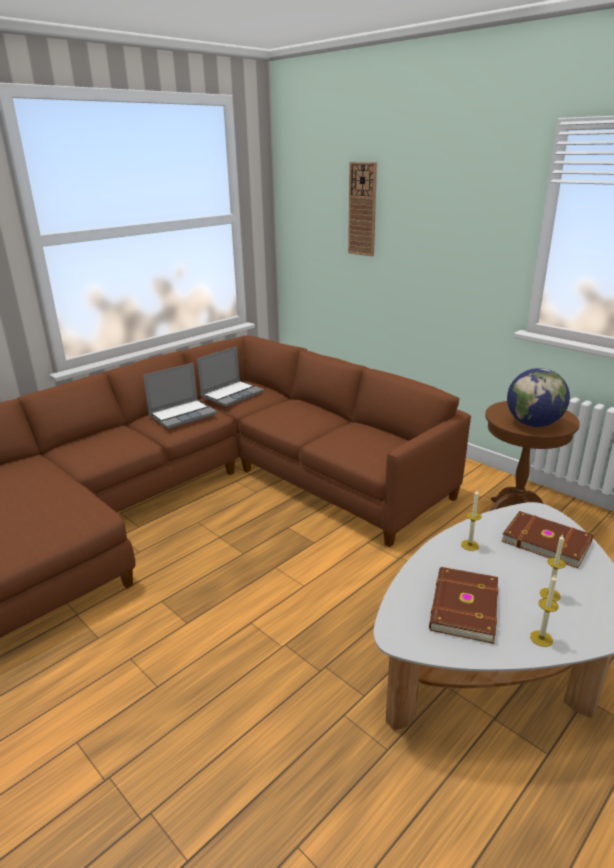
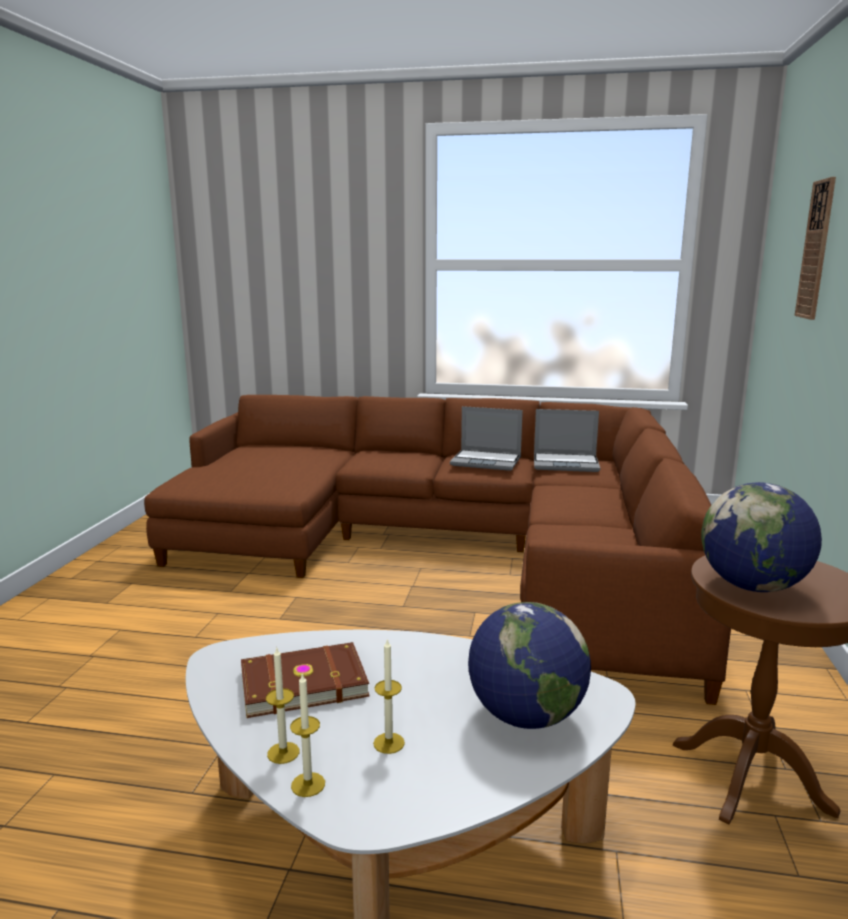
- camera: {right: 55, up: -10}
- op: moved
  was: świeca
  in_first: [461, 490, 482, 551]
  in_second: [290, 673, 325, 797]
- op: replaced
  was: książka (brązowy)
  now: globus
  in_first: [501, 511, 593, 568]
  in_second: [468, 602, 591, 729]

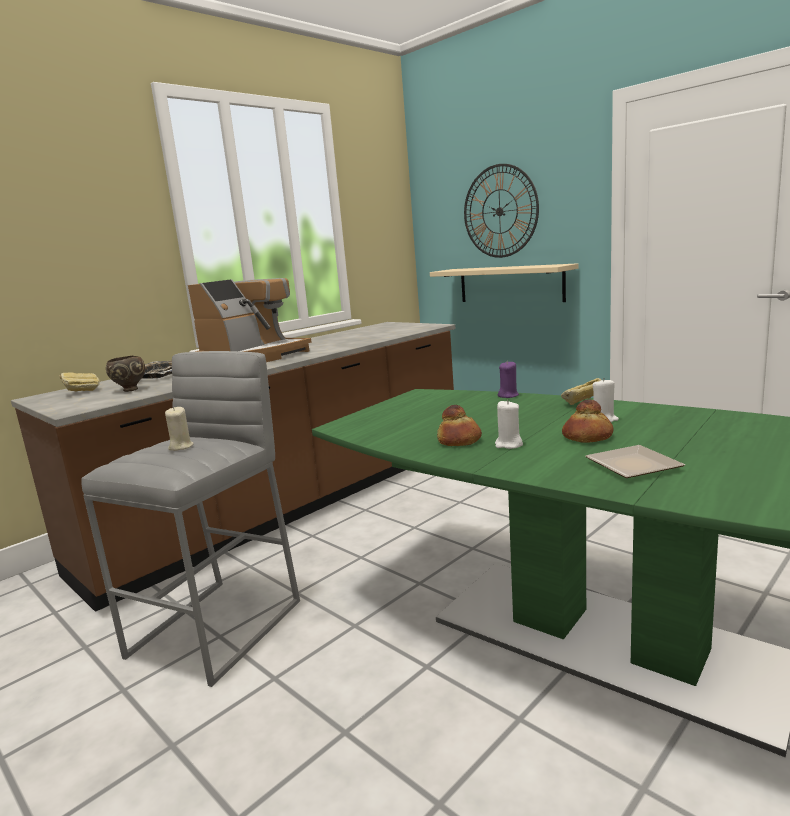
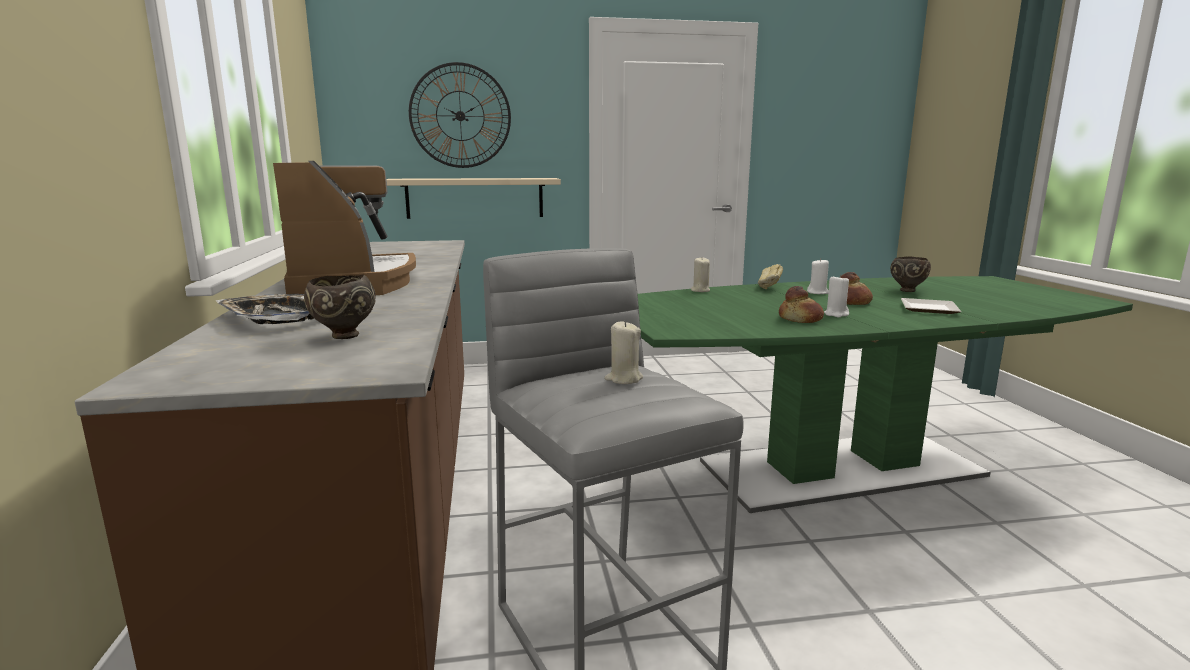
- camera: {right: -55, up: 0}
- op: removed
  was: chleb
  in_first: [59, 372, 100, 392]
- op: added
  now: miska (brązowy)
  in_second: [890, 256, 931, 292]
- op: recoloured
  was: świeca (fioletowy)
  now: świeca (beżowy)
  in_first: [498, 361, 519, 398]
  in_second: [691, 258, 710, 292]

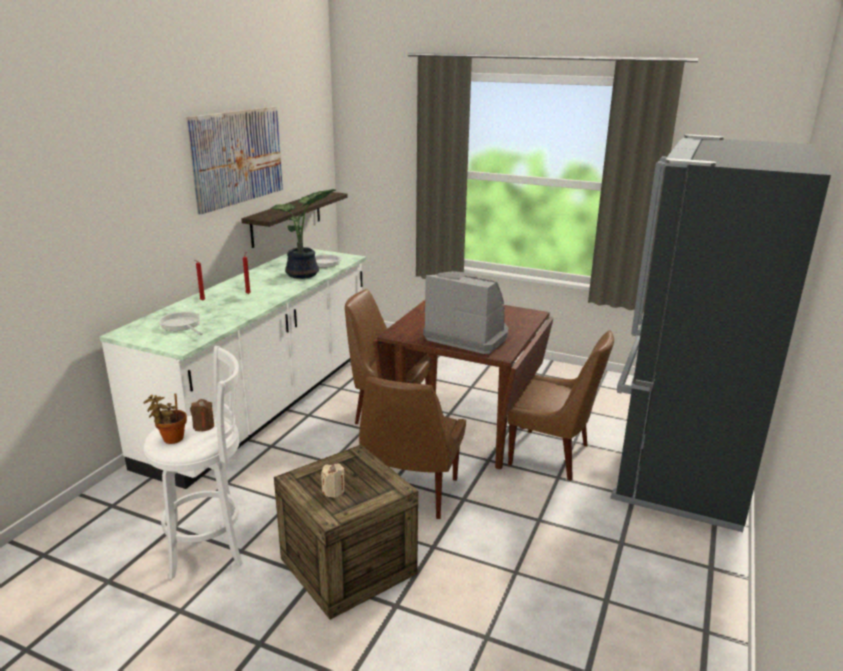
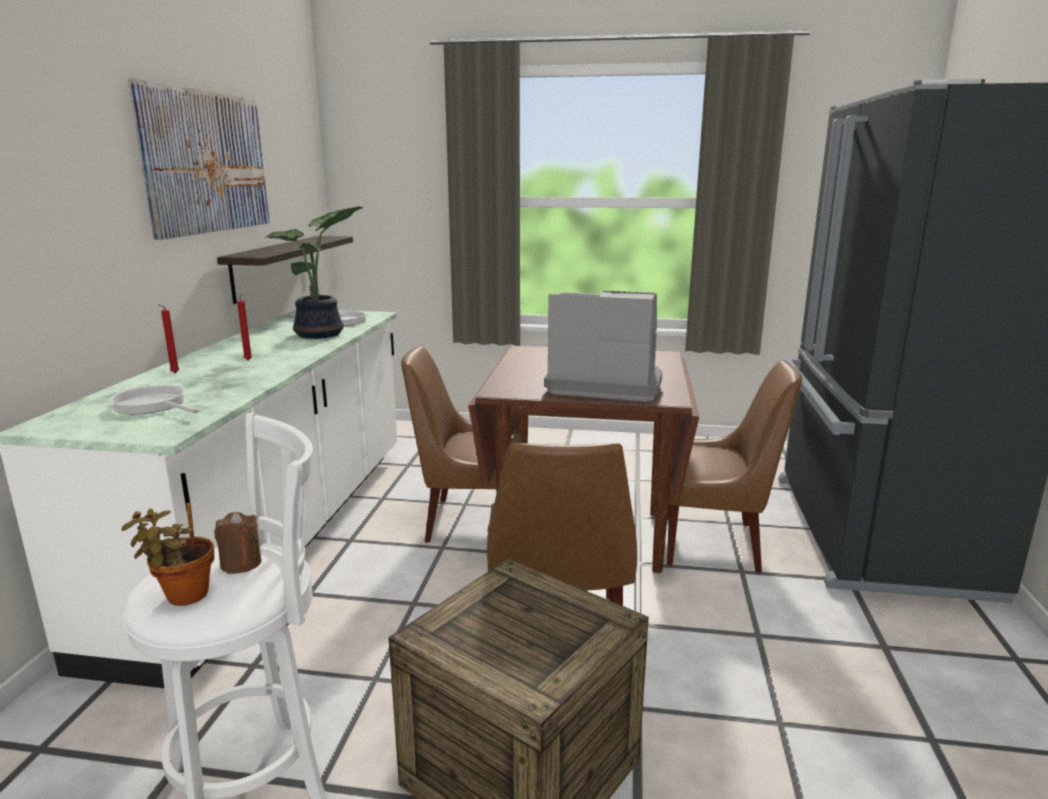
- camera: {right: -15, up: -5}
- op: removed
  was: świeca (beżowy)
  in_first: [321, 463, 345, 498]

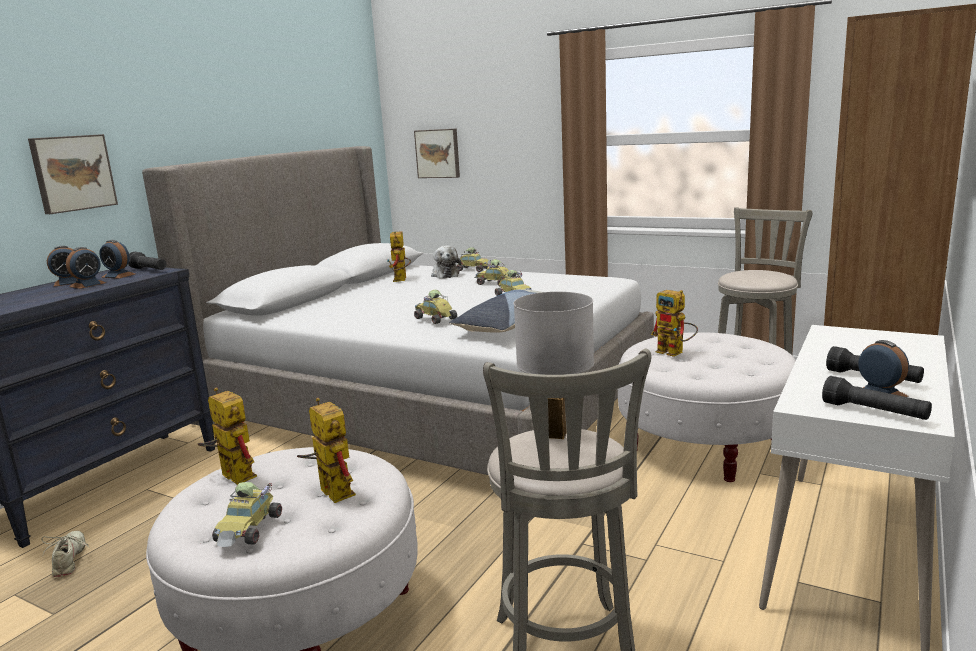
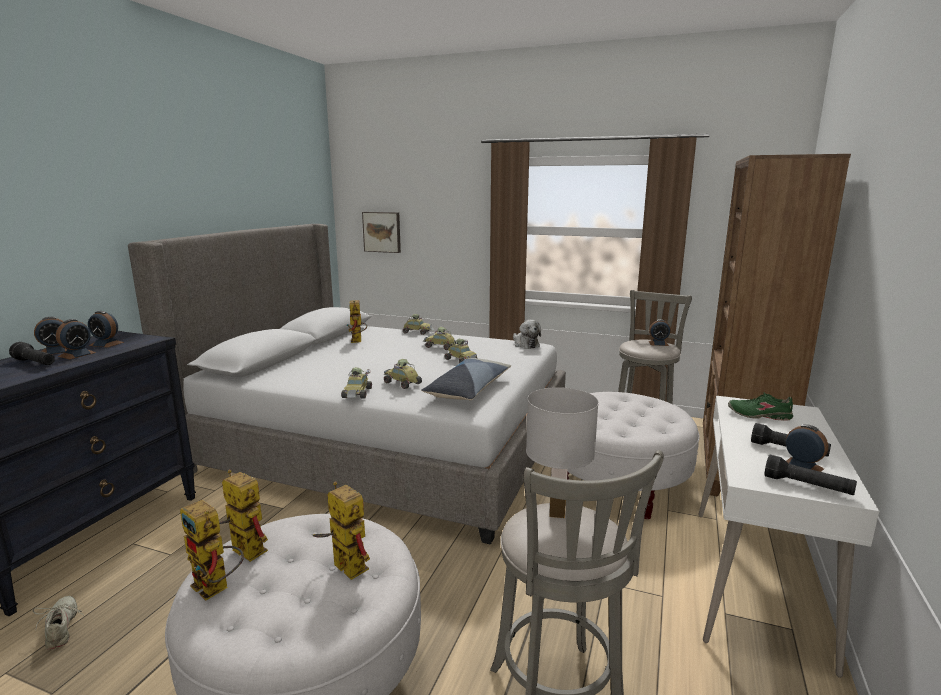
- camera: {right: -10, up: 0}
- op: removed
  was: obraz
  in_first: [28, 134, 118, 214]
- op: added
  now: budzik
  in_second: [649, 319, 671, 346]
- op: added
  now: but (zielony)
  in_second: [728, 393, 793, 421]
- op: moved
  was: latarka (czarny)
  in_first: [128, 252, 167, 270]
  in_second: [9, 342, 55, 365]
- op: moved
  was: samochodzik
  in_first: [212, 482, 282, 547]
  in_second: [341, 367, 372, 398]
- op: moved
  was: pluszak
  in_first: [431, 245, 461, 279]
  in_second: [513, 320, 541, 349]
- op: moved
  was: robot zabawkowy
  in_first: [651, 290, 698, 357]
  in_second: [180, 500, 244, 600]

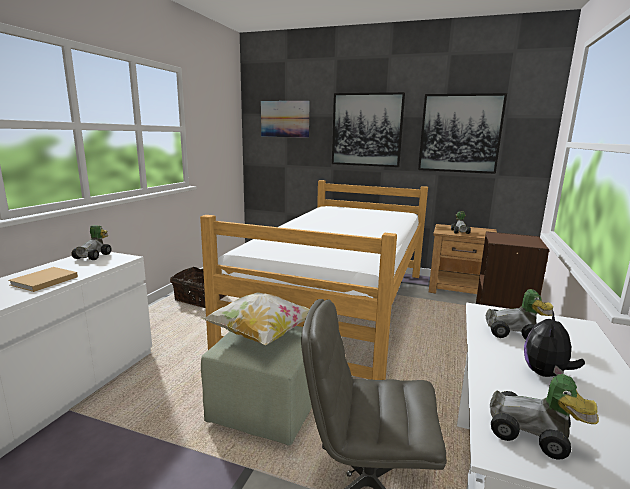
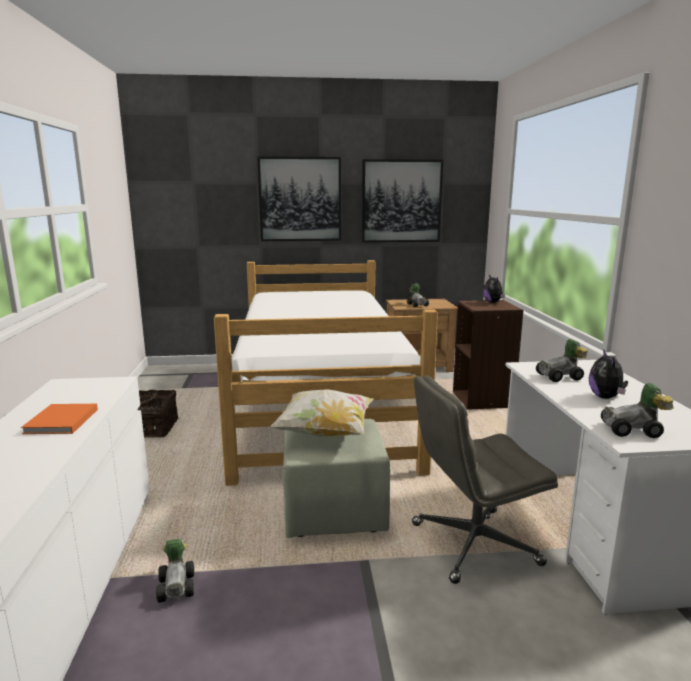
- camera: {right: -25, up: 0}
- op: removed
  was: obraz
  in_first: [261, 101, 310, 138]
- op: added
  now: pluszak
  in_second: [483, 275, 505, 303]
- op: moved
  was: samochodzik
  in_first: [72, 225, 111, 260]
  in_second: [156, 539, 194, 603]
- op: recoloured
  was: książka (beżowy)
  now: książka (pomarańczowy)
  in_first: [8, 267, 78, 292]
  in_second: [21, 404, 98, 434]

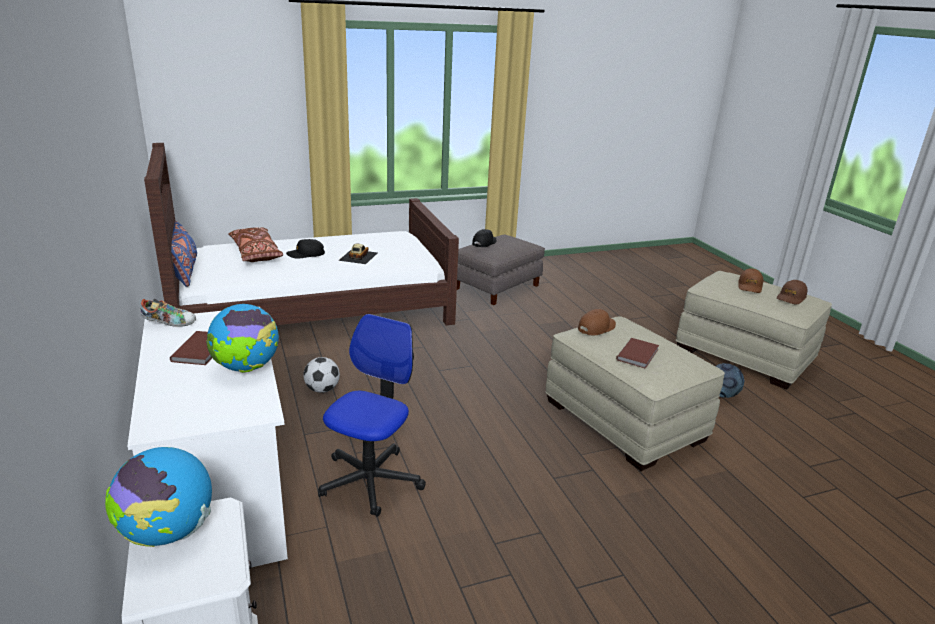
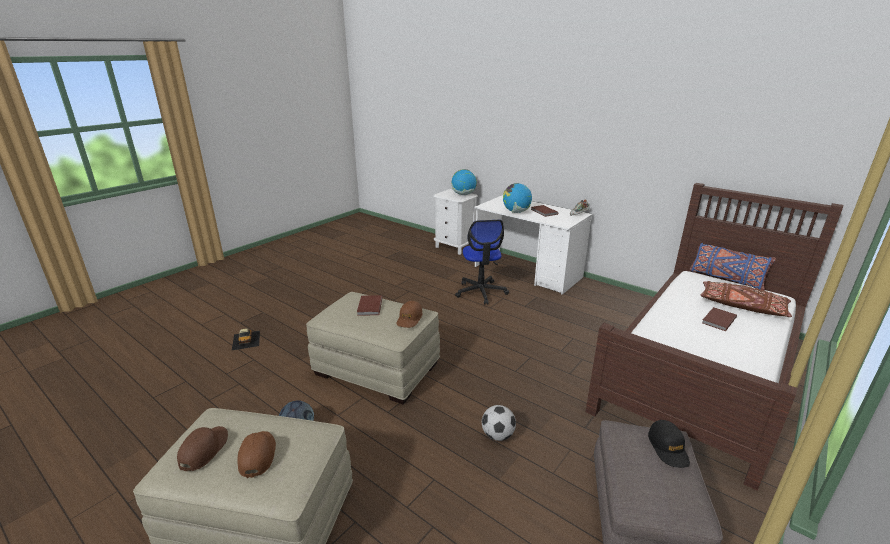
- camera: {right: 150, up: 0}
- op: moved
  was: piłka futbolowa
  in_first: [303, 357, 340, 393]
  in_second: [482, 405, 516, 441]
- op: moved
  was: samochodzik
  in_first: [338, 244, 377, 264]
  in_second: [232, 328, 260, 350]
- op: replaced
  was: czapka z daszkiem (czarny)
  now: książka (brązowy)
  in_first: [286, 239, 325, 259]
  in_second: [702, 307, 737, 331]

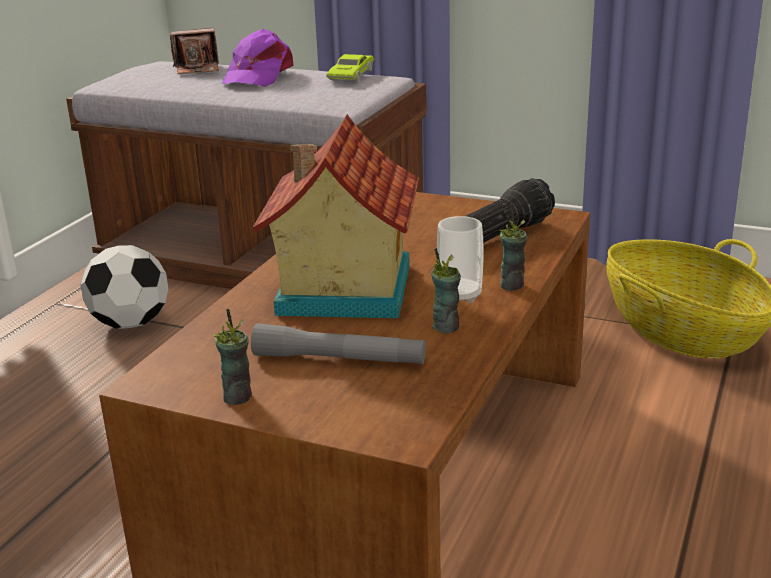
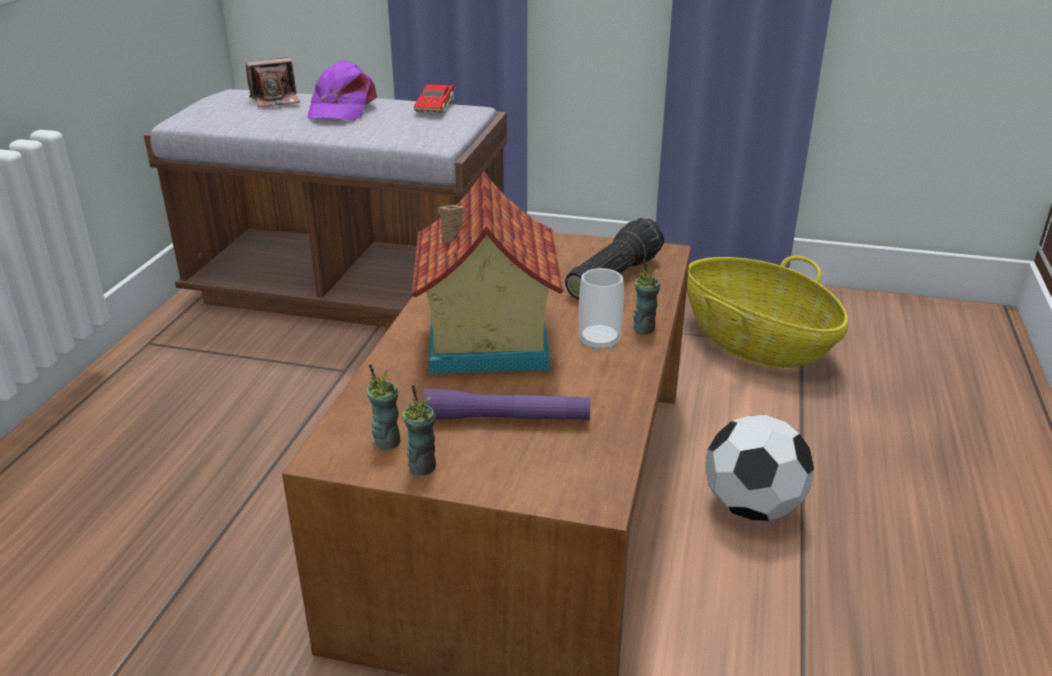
- camera: {right: -10, up: 5}
- op: moved
  was: piłka futbolowa
  in_first: [81, 245, 168, 329]
  in_second: [706, 415, 814, 521]
- op: moved
  was: filiżanka
  in_first: [431, 248, 461, 333]
  in_second: [367, 364, 400, 450]
- op: recoloured
  was: latarka (szary)
  now: latarka (fioletowy)
  in_first: [251, 323, 426, 364]
  in_second: [423, 388, 590, 420]
- op: recoloured
  was: samochodzik (zielony)
  now: samochodzik (czerwony)
  in_first: [326, 54, 374, 81]
  in_second: [413, 84, 455, 113]

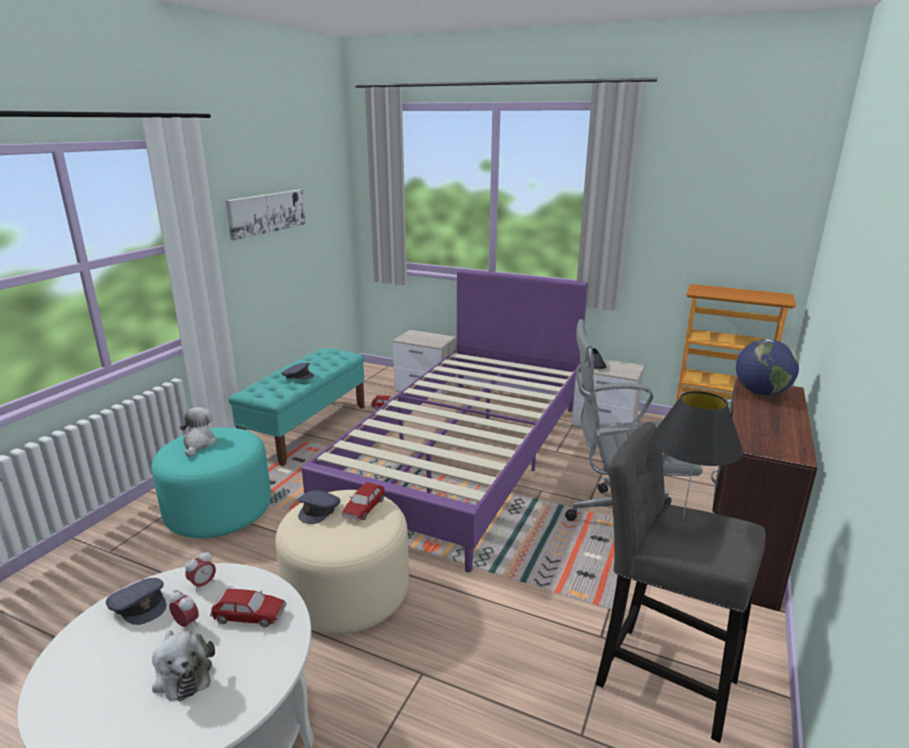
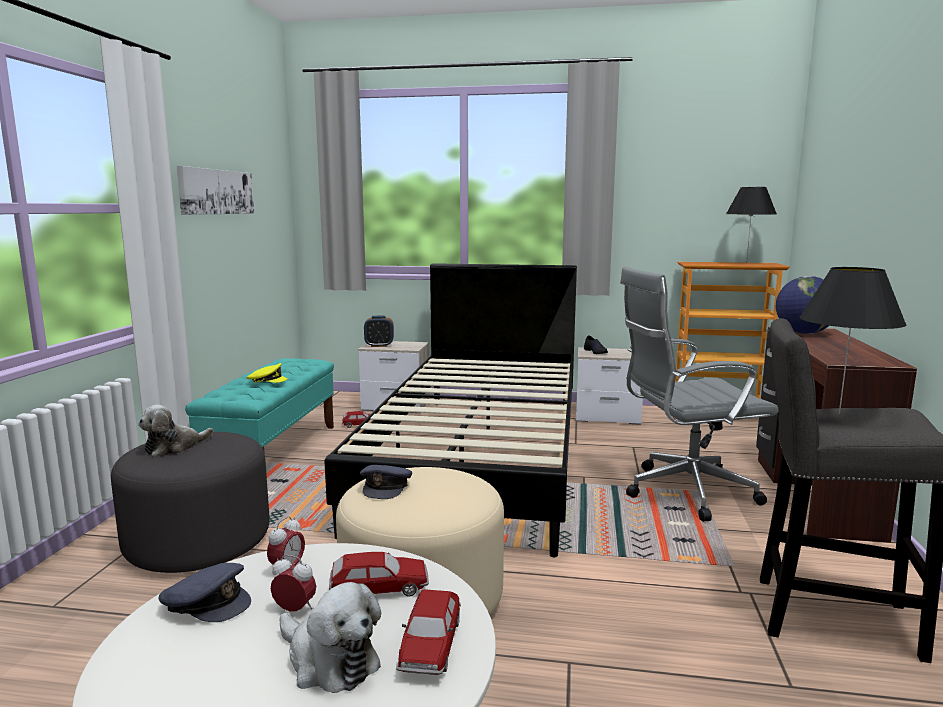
- camera: {right: -15, up: -10}
- op: added
  now: budzik
  in_second: [364, 316, 394, 347]
- op: added
  now: lampa stołowa (czarny)
  in_second: [726, 187, 777, 264]
- op: moved
  was: samochodzik
  in_first: [341, 482, 386, 520]
  in_second: [396, 589, 461, 675]
- op: recoloured
  was: pufa (turkusowy)
  now: pufa (szary)
  in_first: [151, 427, 271, 538]
  in_second: [111, 432, 270, 573]
- op: recoloured
  was: czapka z daszkiem (szary)
  now: czapka z daszkiem (żółty)
  in_first: [281, 363, 314, 380]
  in_second: [246, 363, 288, 383]
- op: recoloured
  was: łóżko (fioletowy)
  now: łóżko (czarny)
  in_first: [302, 269, 588, 572]
  in_second: [325, 263, 577, 557]
- op: turned
  was: pluszak
  in_first: [180, 407, 217, 457]
  in_second: [138, 405, 213, 457]
  clockwise: -120

